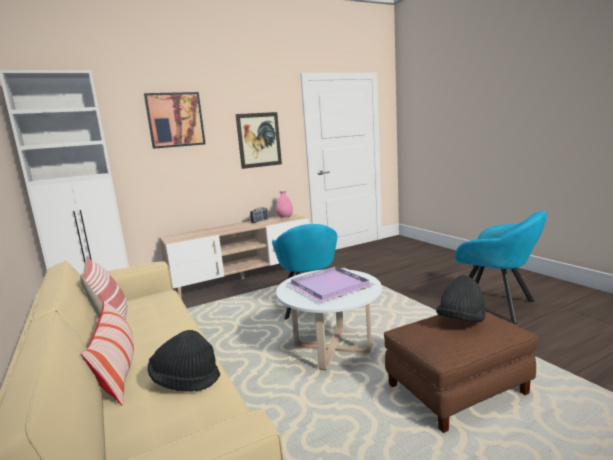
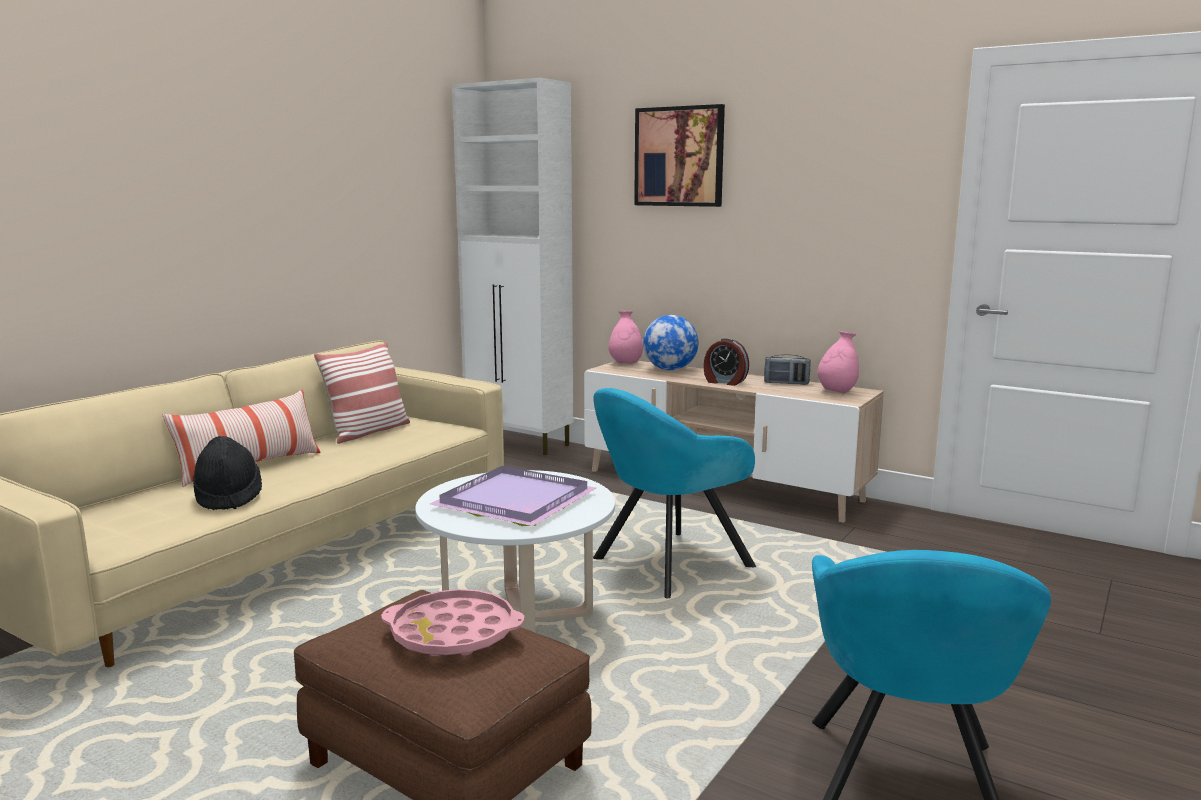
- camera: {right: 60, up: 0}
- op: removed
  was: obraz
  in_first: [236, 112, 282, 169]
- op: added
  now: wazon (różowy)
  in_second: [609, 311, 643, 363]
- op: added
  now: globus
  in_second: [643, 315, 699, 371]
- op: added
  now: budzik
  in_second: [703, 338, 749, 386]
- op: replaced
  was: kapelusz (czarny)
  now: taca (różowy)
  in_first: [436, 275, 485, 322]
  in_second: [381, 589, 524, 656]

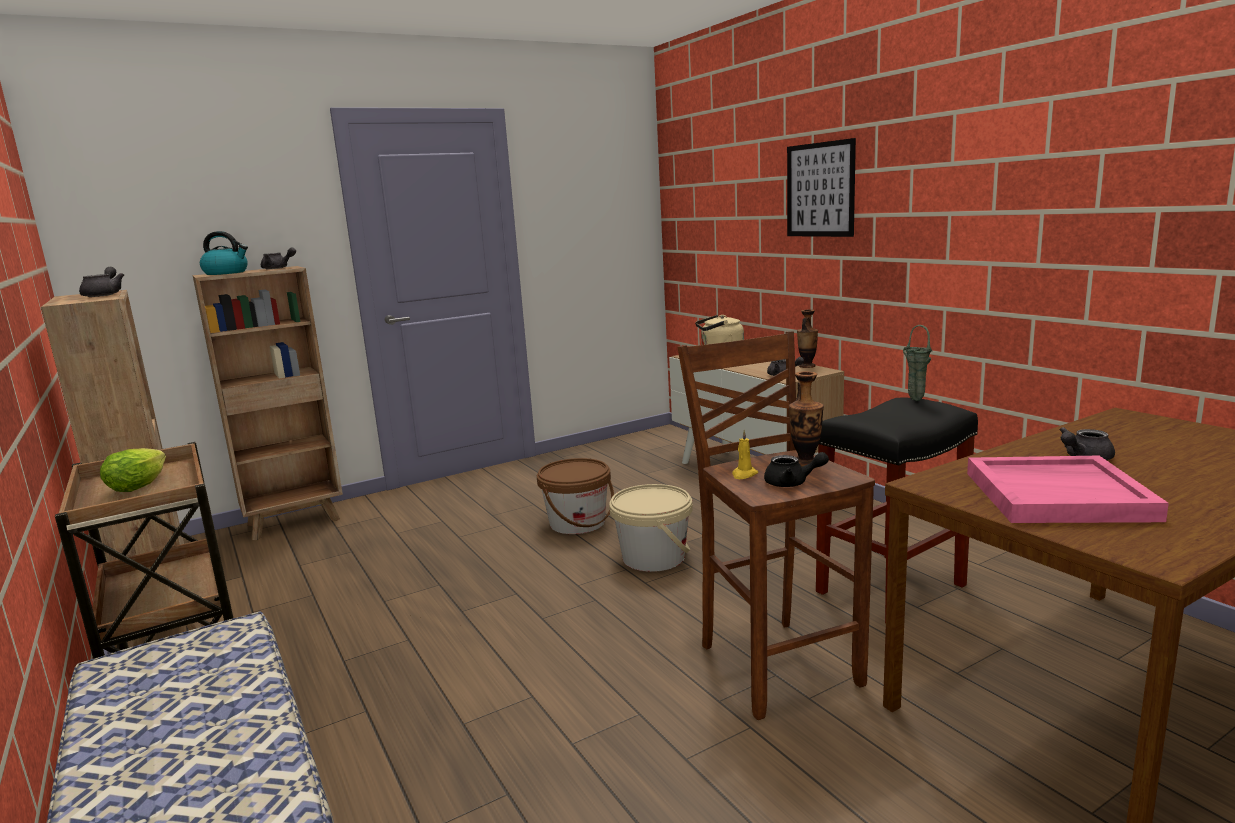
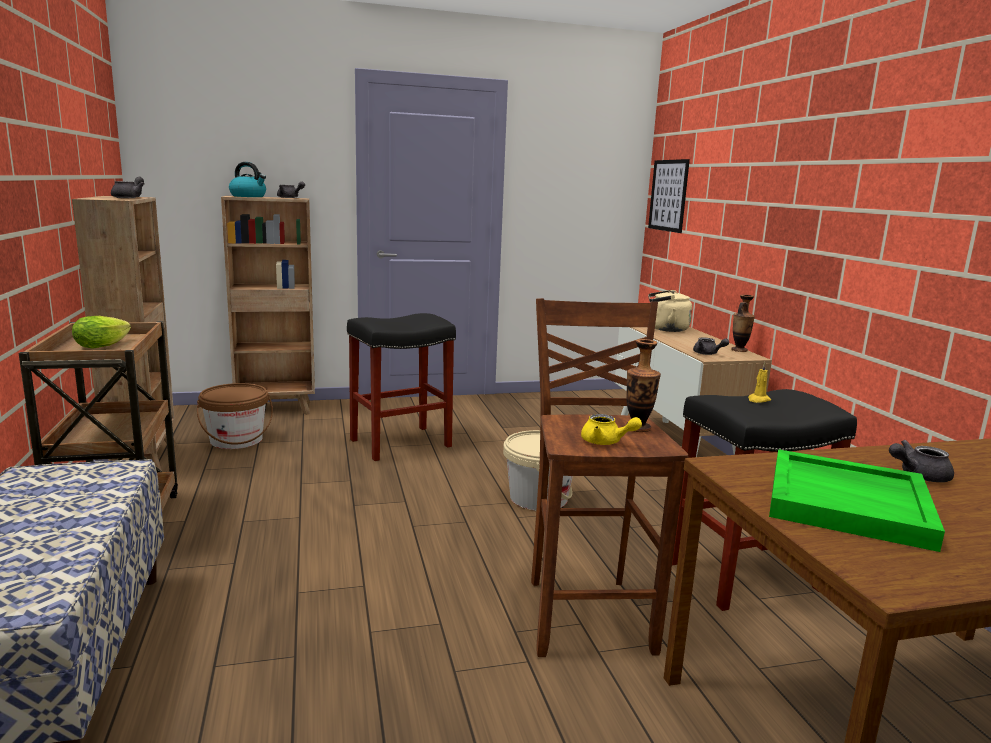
- camera: {right: 15, up: 0}
- op: removed
  was: wazon (zielony)
  in_first: [903, 325, 932, 401]
- op: added
  now: stołek (czarny)
  in_second: [347, 313, 456, 461]
- op: moved
  was: wiadro (brązowy)
  in_first: [537, 458, 614, 534]
  in_second: [197, 383, 273, 449]
- op: moved
  was: świeca (żółty)
  in_first: [732, 430, 758, 479]
  in_second: [748, 362, 772, 403]
- op: moved
  was: obraz
  in_first: [787, 138, 856, 237]
  in_second: [648, 159, 690, 233]
- op: recoloured
  was: imbryk (czarny)
  now: imbryk (żółty)
  in_first: [764, 452, 829, 487]
  in_second: [581, 414, 642, 445]
- op: recoloured
  was: taca (różowy)
  now: taca (zielony)
  in_first: [967, 456, 1169, 523]
  in_second: [769, 449, 945, 552]

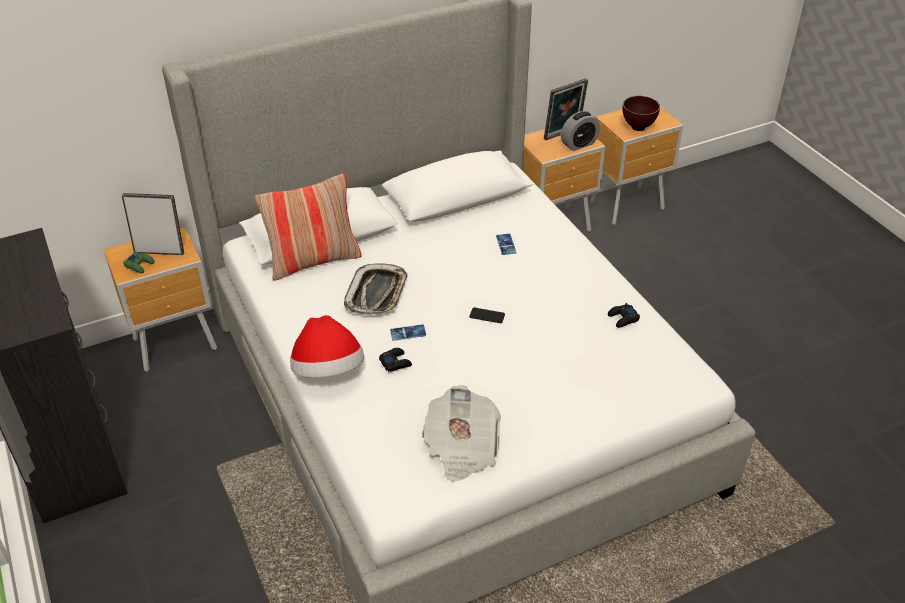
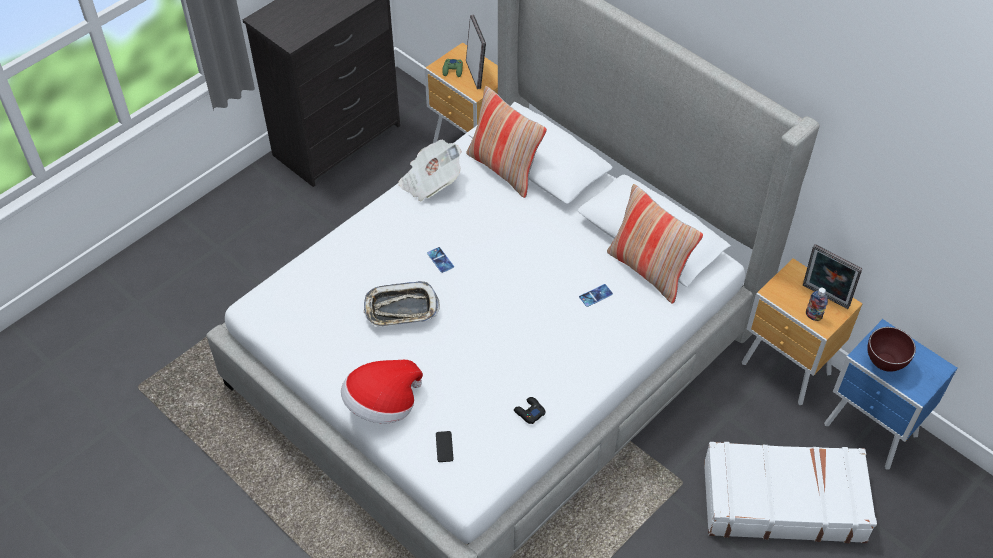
- camera: {right: 70, up: 10}
- op: removed
  was: pad do gier (czarny)
  in_first: [379, 348, 412, 372]
- op: added
  now: poduszka
  in_second: [607, 184, 703, 304]
- op: added
  now: walizka (biały)
  in_second: [704, 442, 877, 543]
- op: moved
  was: kapelusz
  in_first: [290, 315, 364, 378]
  in_second: [341, 360, 423, 423]
- op: moved
  was: taca
  in_first: [344, 263, 408, 315]
  in_second: [364, 281, 440, 327]
- op: moved
  was: gazeta
  in_first: [422, 385, 501, 482]
  in_second: [398, 140, 462, 202]
- op: moved
  was: telefon
  in_first: [470, 307, 505, 323]
  in_second: [436, 431, 453, 462]
- op: replaced
  was: budzik
  now: butelka
  in_first: [561, 111, 600, 151]
  in_second: [806, 288, 828, 321]
- op: recoloured
  was: szafka nocna (brązowy)
  now: szafka nocna (niebieski)
  in_first: [590, 107, 684, 225]
  in_second: [824, 319, 957, 470]

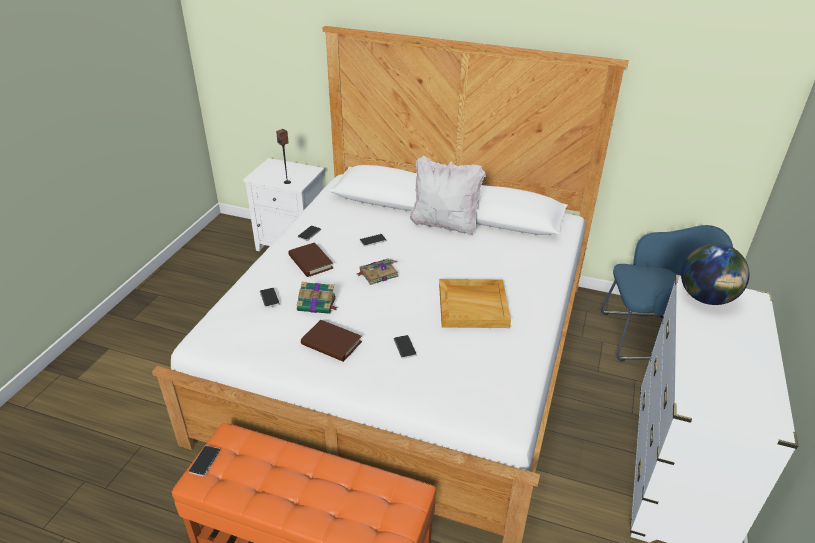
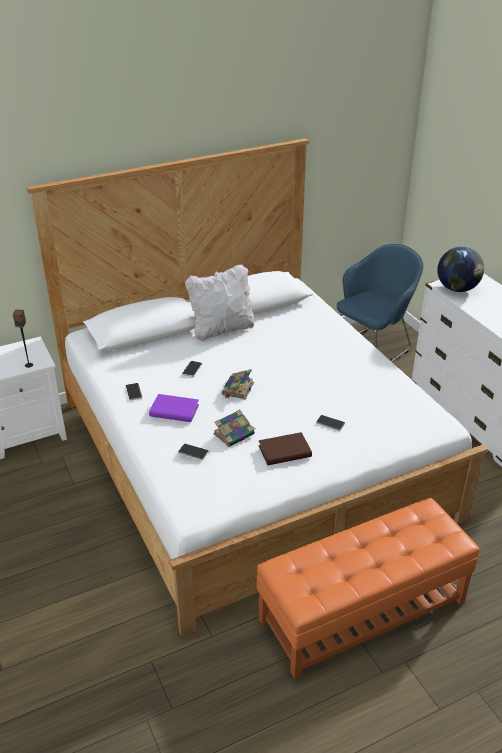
- camera: {right: -45, up: 0}
- op: removed
  was: telefon
  in_first: [189, 446, 220, 477]
- op: removed
  was: taca (beżowy)
  in_first: [439, 279, 511, 328]
- op: recoloured
  was: książka (brązowy)
  now: książka (fioletowy)
  in_first: [288, 242, 333, 277]
  in_second: [149, 394, 199, 422]

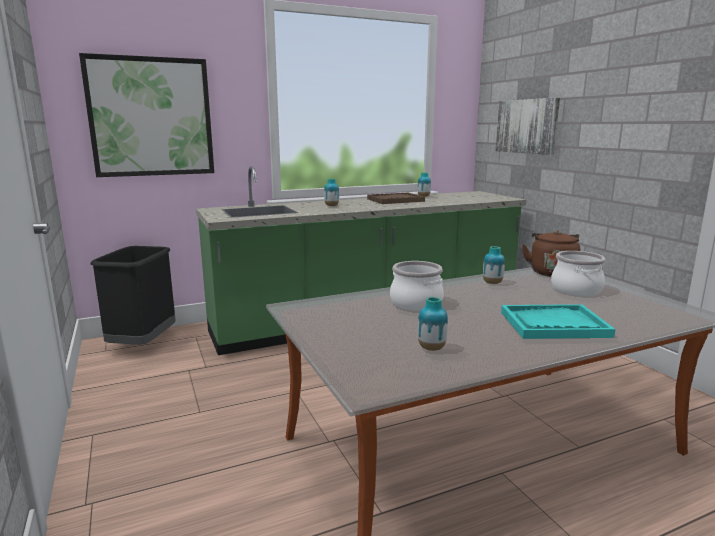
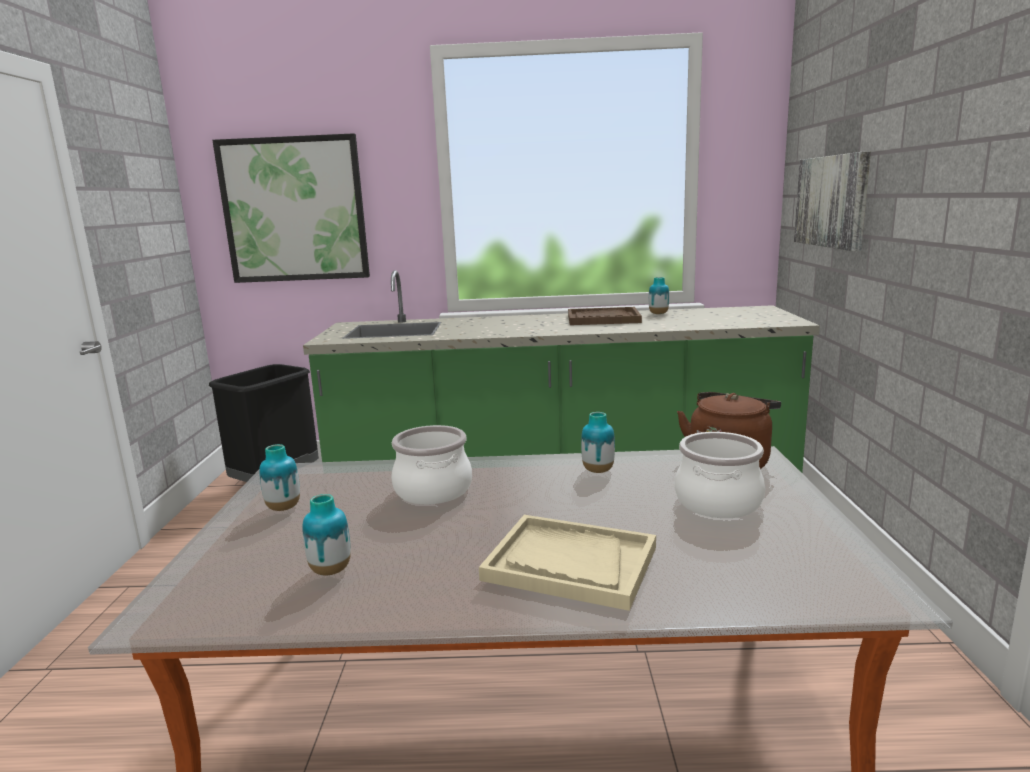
- camera: {right: 25, up: 0}
- op: moved
  was: wazon
  in_first: [324, 179, 339, 206]
  in_second: [259, 444, 300, 511]
- op: recoloured
  was: taca (turkusowy)
  now: taca (beżowy)
  in_first: [501, 304, 616, 339]
  in_second: [479, 515, 656, 611]

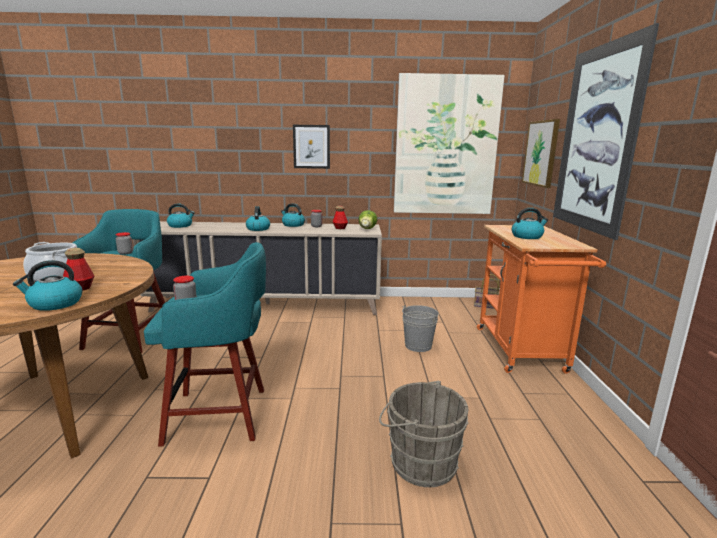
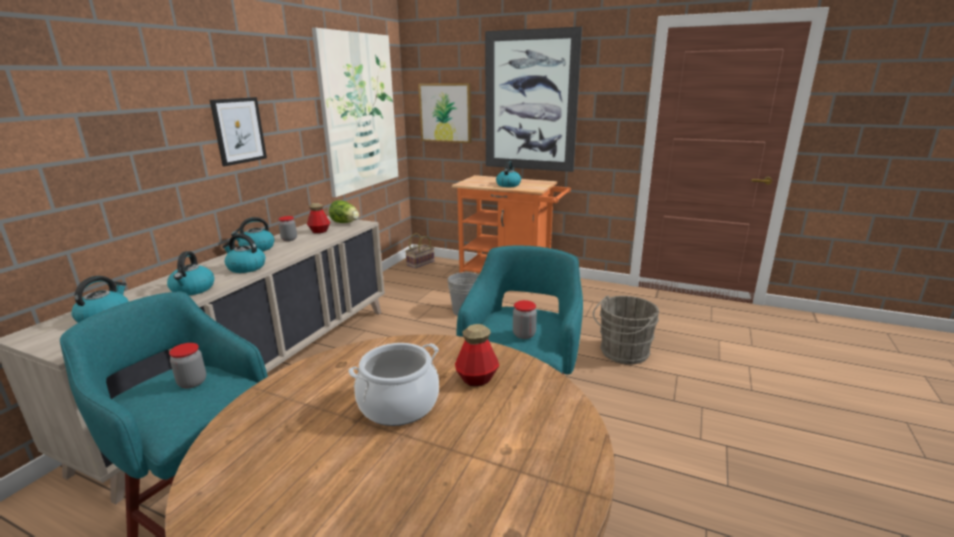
- camera: {right: -65, up: 5}
- op: moved
  was: czajnik
  in_first: [13, 260, 82, 311]
  in_second: [167, 251, 214, 296]

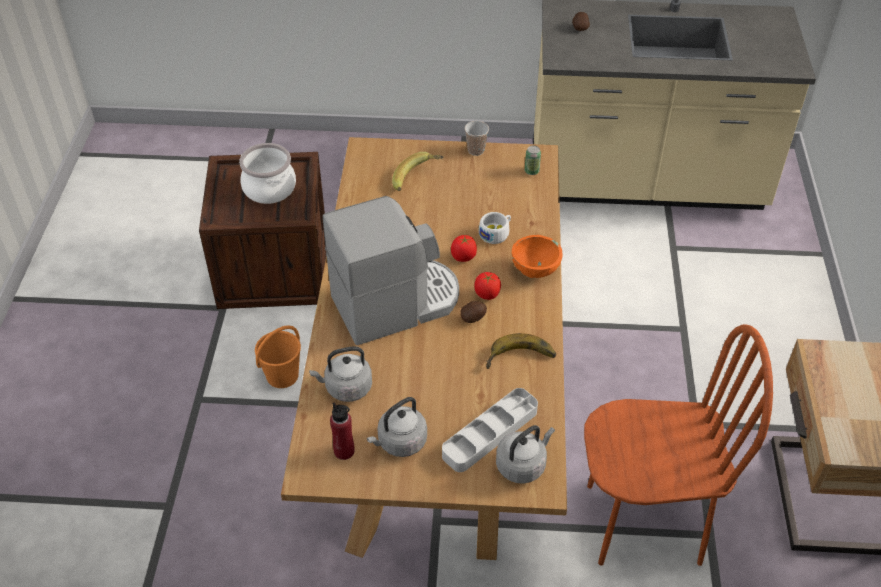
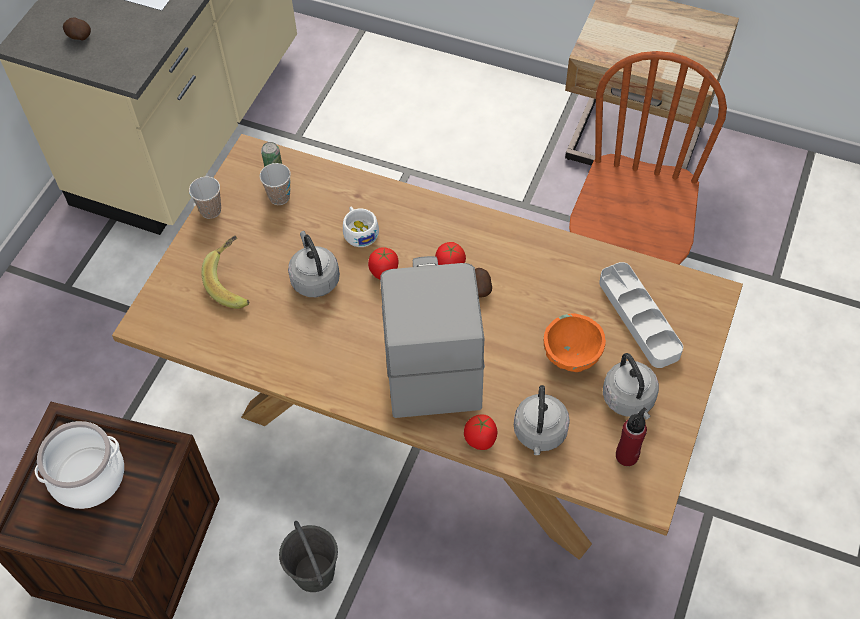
- camera: {right: -70, up: 10}
- op: removed
  was: banan
  in_first: [486, 333, 556, 369]
- op: added
  now: filiżanka
  in_second: [260, 163, 291, 205]
- op: added
  now: pomidor
  in_second: [464, 414, 497, 450]
- op: moved
  was: czajnik (szary)
  in_first: [496, 425, 555, 484]
  in_second: [288, 231, 340, 297]
- op: moved
  was: miska (pomarańczowy)
  in_first: [512, 235, 563, 278]
  in_second: [544, 313, 606, 372]
- op: recoloured
  was: wiadro (pomarańczowy)
  now: wiadro (szary)
  in_first: [255, 325, 301, 388]
  in_second: [279, 521, 338, 592]

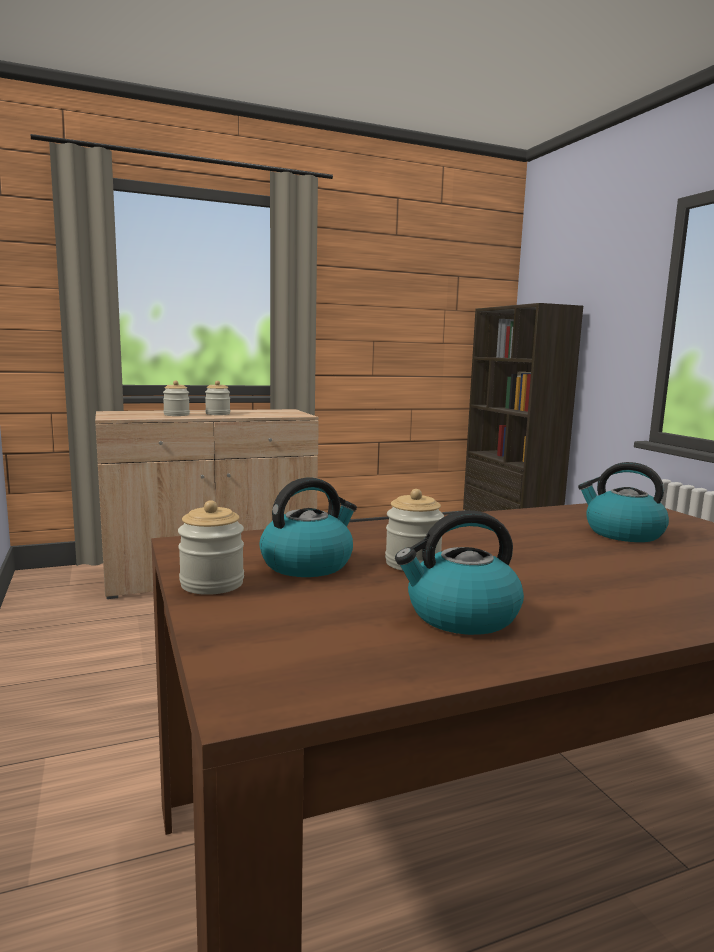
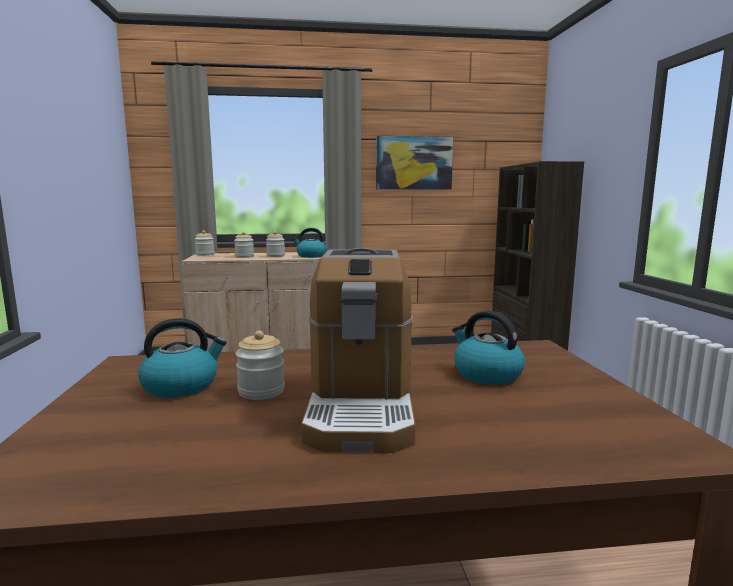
- camera: {right: 15, up: 0}
- op: added
  now: ekspres do kawy
  in_second: [301, 248, 416, 453]
- op: added
  now: obraz
  in_second: [376, 136, 453, 190]
- op: moved
  was: słoik
  in_first: [178, 500, 244, 595]
  in_second: [195, 230, 215, 256]
- op: moved
  was: czajnik
  in_first: [395, 511, 524, 635]
  in_second: [292, 228, 327, 258]

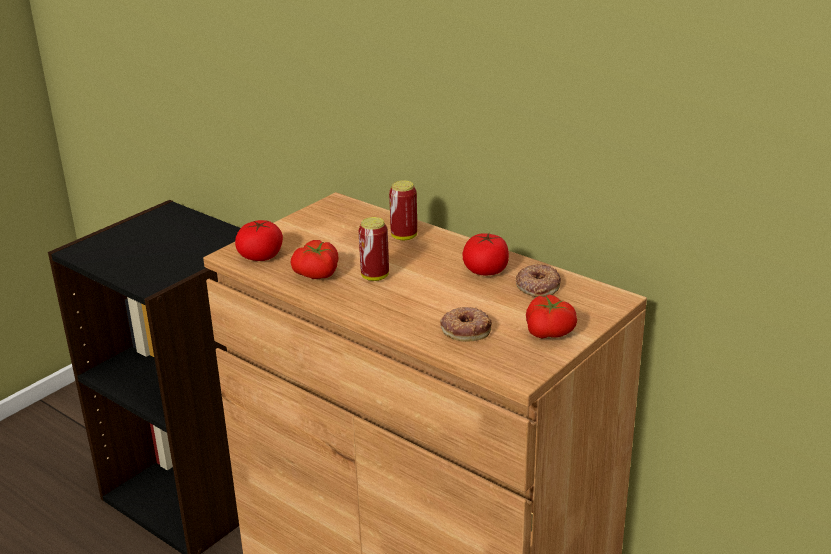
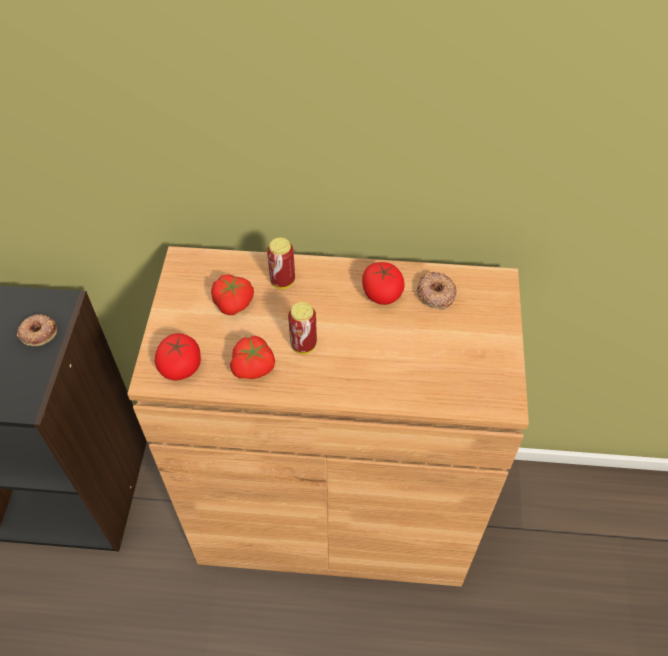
- camera: {right: -35, up: 25}
- op: moved
  was: donut
  in_first: [440, 307, 492, 342]
  in_second: [17, 314, 57, 346]
- op: moved
  was: pomidor
  in_first: [526, 295, 577, 338]
  in_second: [211, 274, 254, 315]

